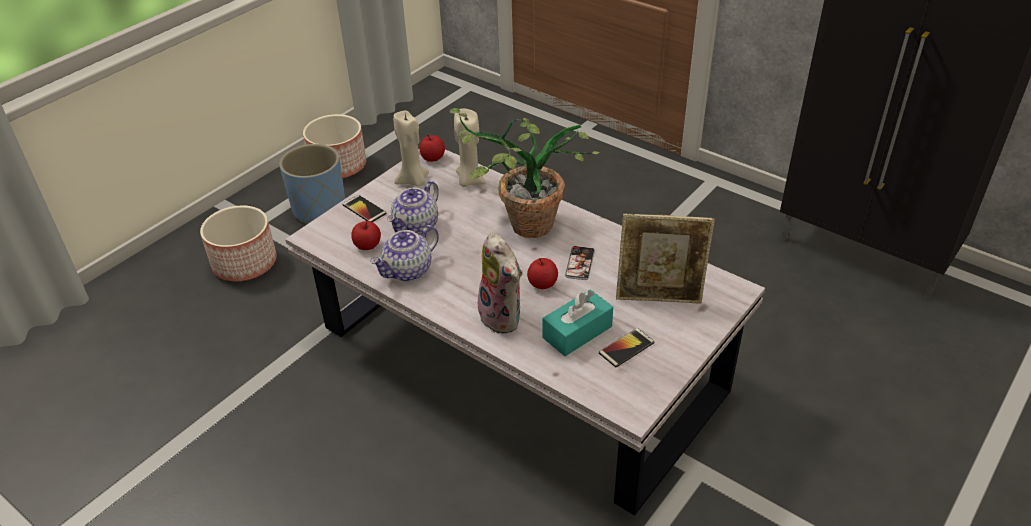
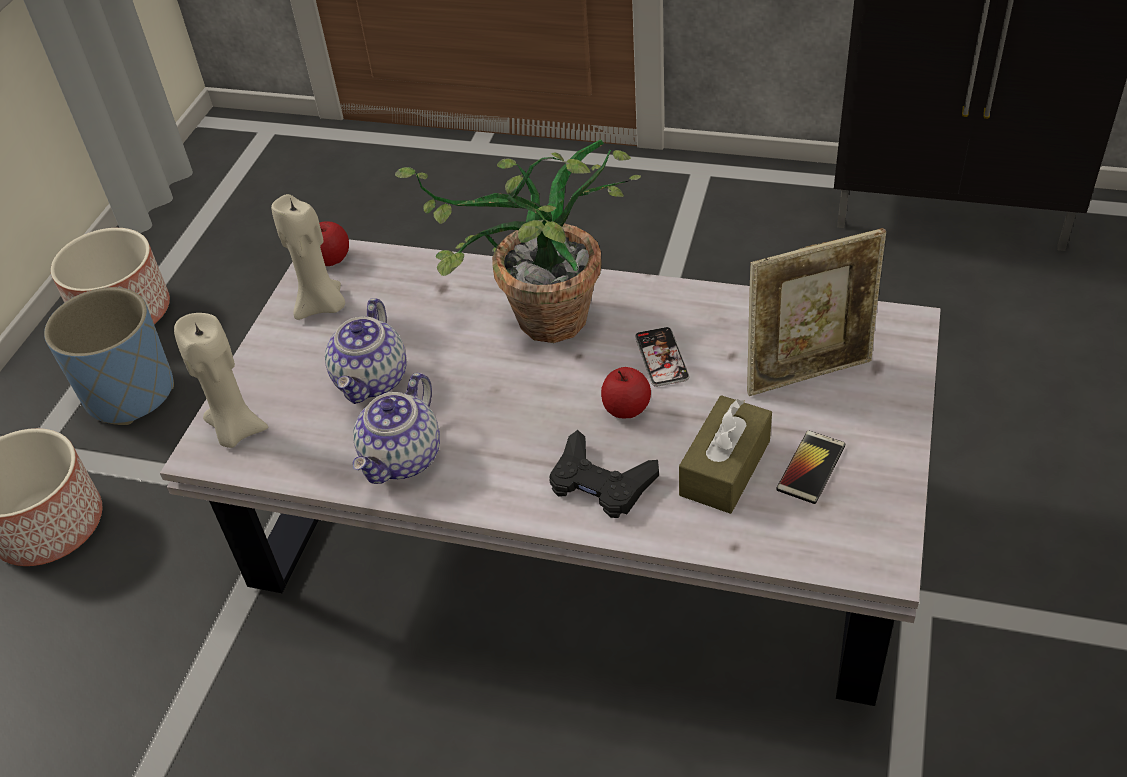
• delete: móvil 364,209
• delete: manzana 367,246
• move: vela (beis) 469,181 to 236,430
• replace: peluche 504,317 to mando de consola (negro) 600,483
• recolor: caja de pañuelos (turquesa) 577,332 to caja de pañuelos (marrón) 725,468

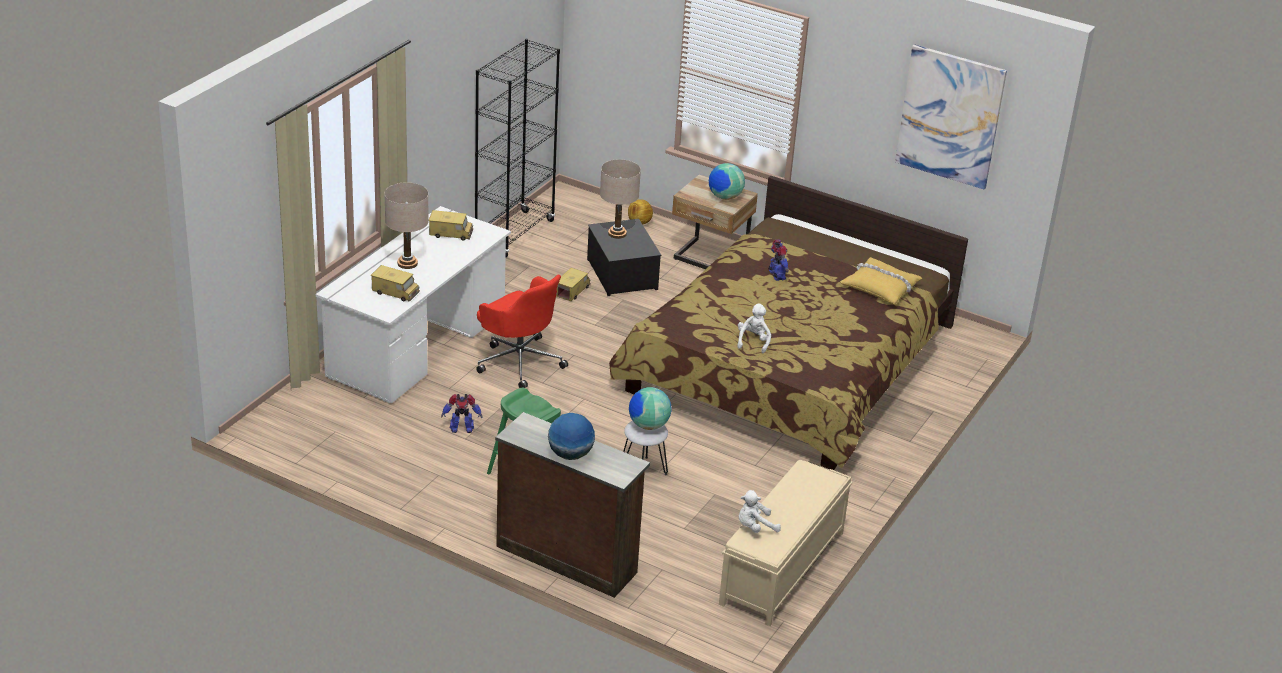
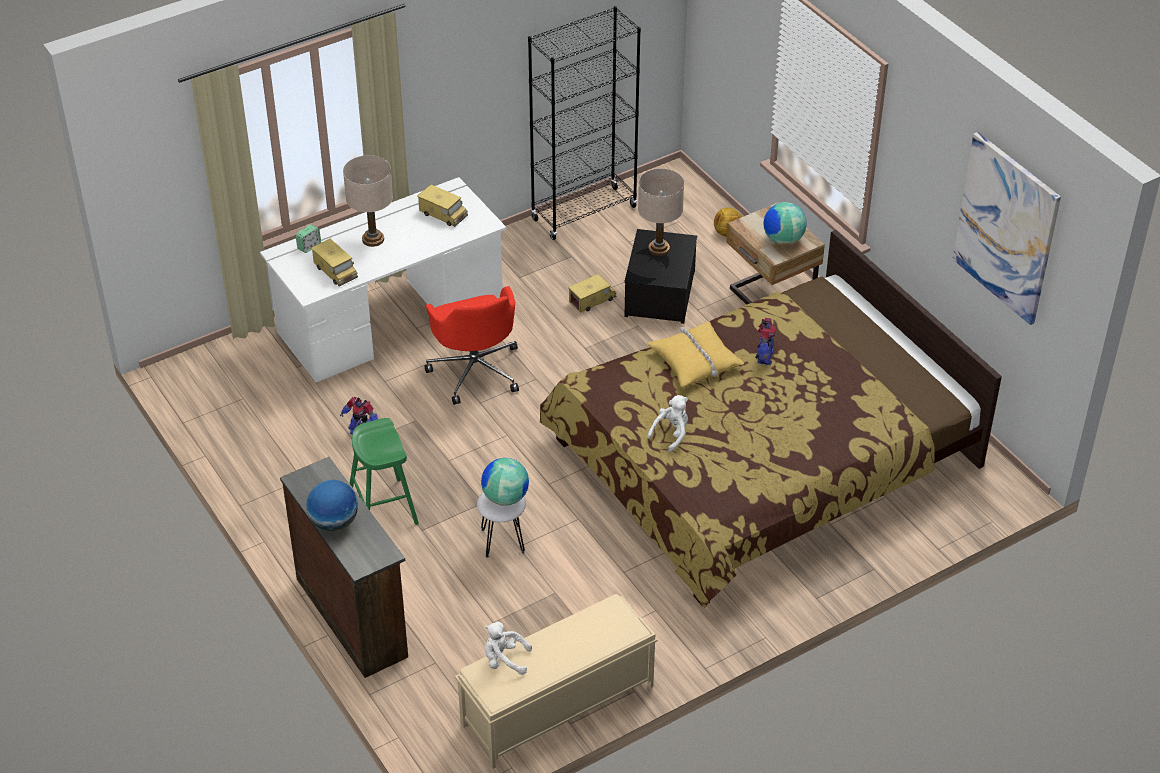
• insert: despertador 309,246
• move: cojín (amarillo) 880,287 to 695,361

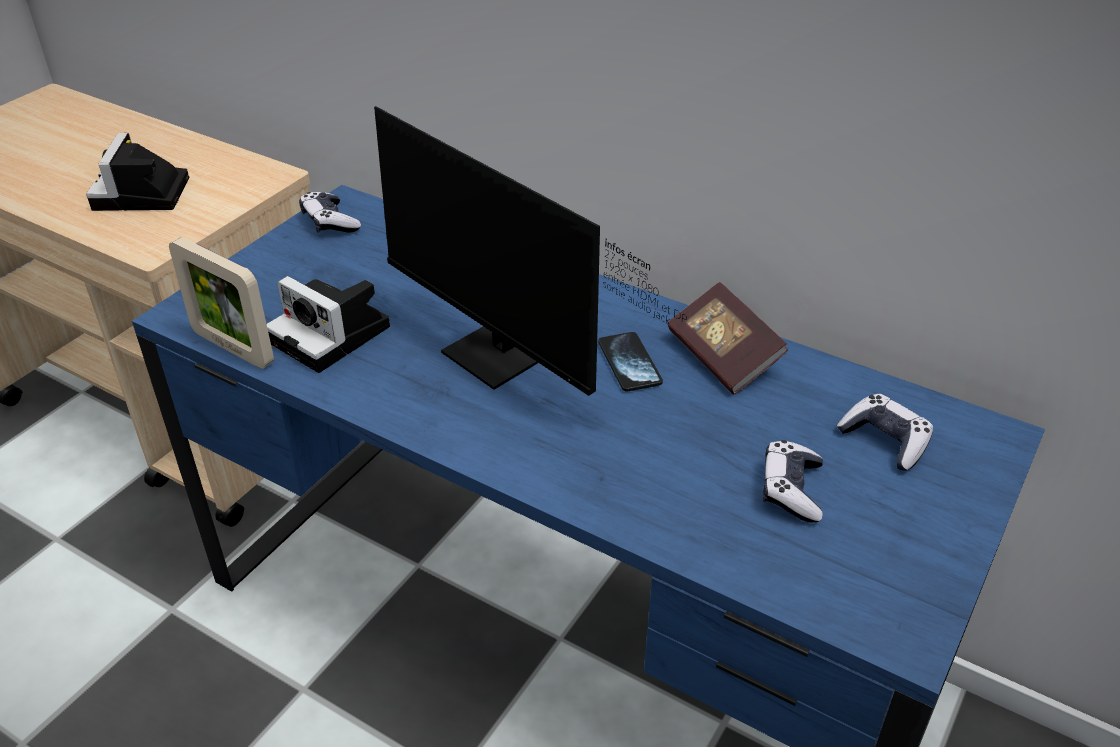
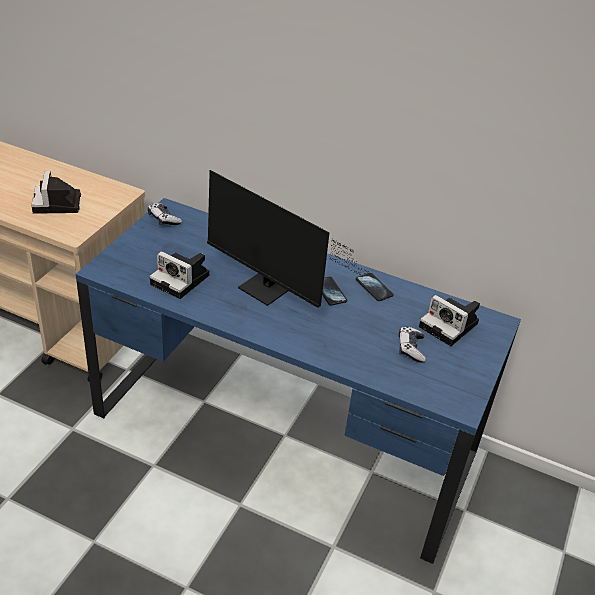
• delete: portarretratos 233,348
• replace: libro 723,356 to móvil 374,288
• replace: mando de consola 885,441 to cámara 450,326

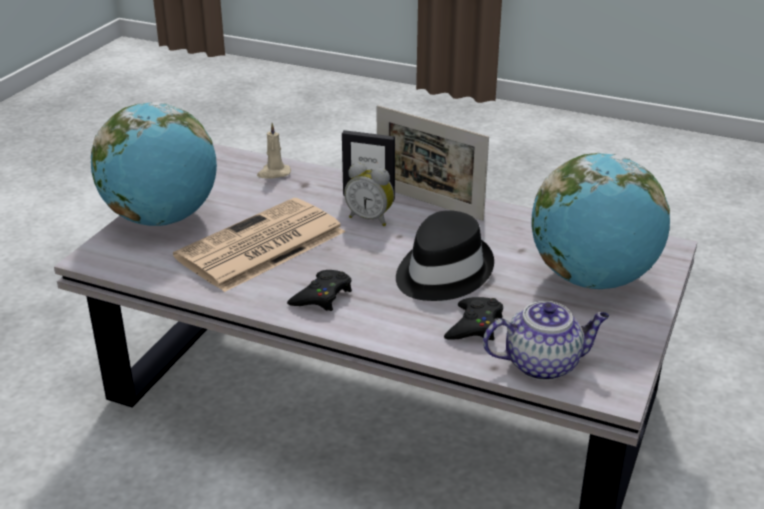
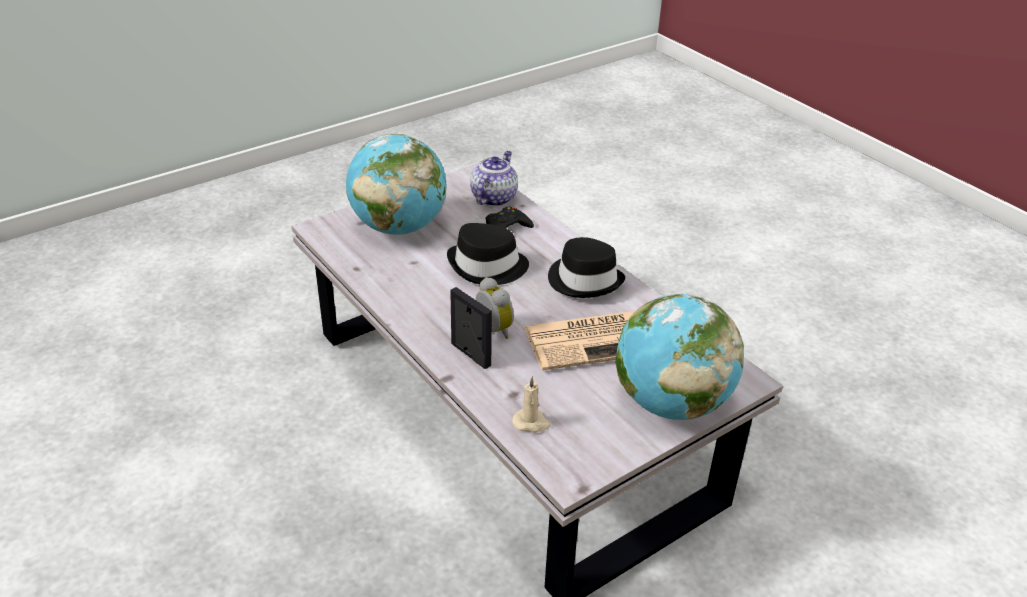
• delete: portarretratos 428,202
• replace: mando de consola (negro) 322,296 to sombrero (negro) 585,280
• rotate: tetera 543,364 = 493,197 90 degrees clockwise

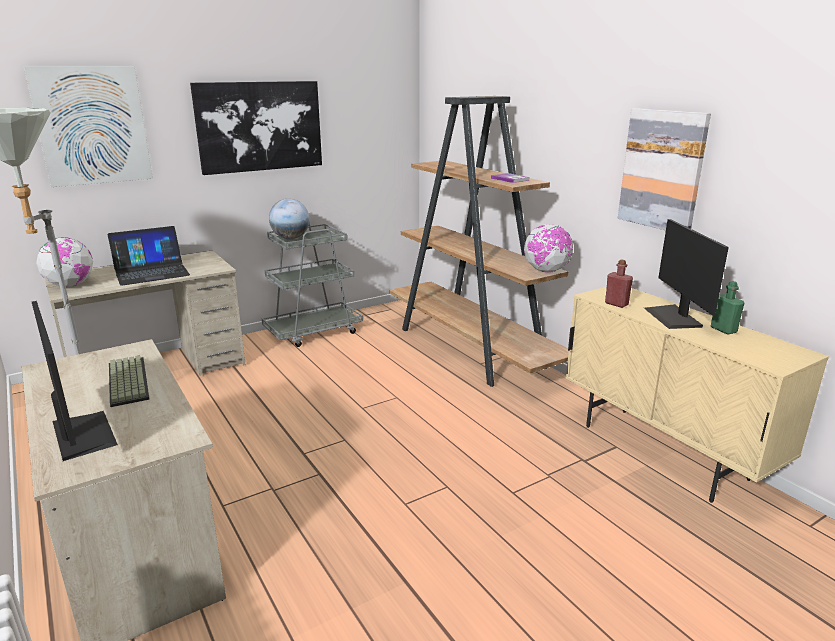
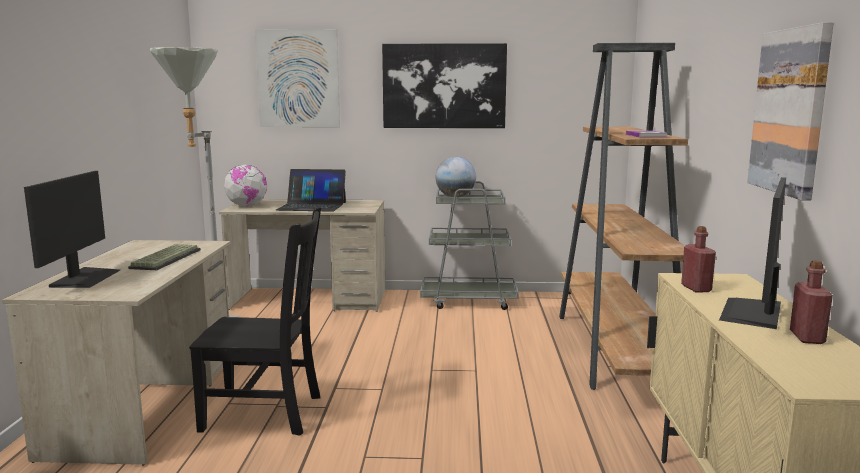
• delete: globo terráqueo 546,271
• insert: silla (negro) 266,413
• recolor: botella (verde) 723,330 to botella (rojo) 807,338

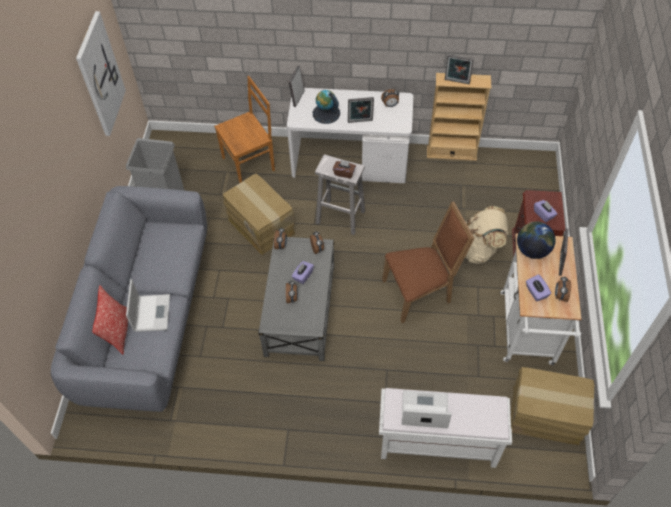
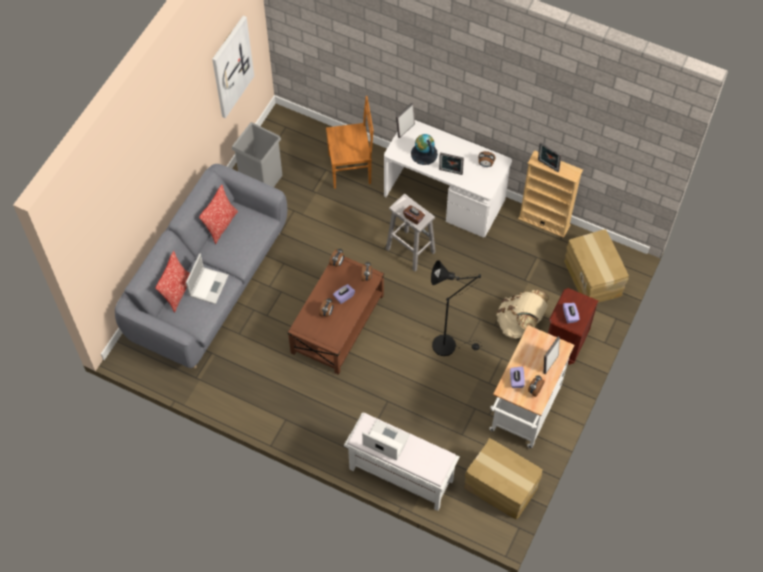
• delete: globo terráqueo 532,250
• insert: cojín 221,225
• move: caja de cartón 262,226 to 593,277
• replace: silla (marrón) 420,292 to lámpara de pie (negro) 448,345
• recolor: mesa de centro (gris) 300,310 to mesa de centro (marrón) 337,324

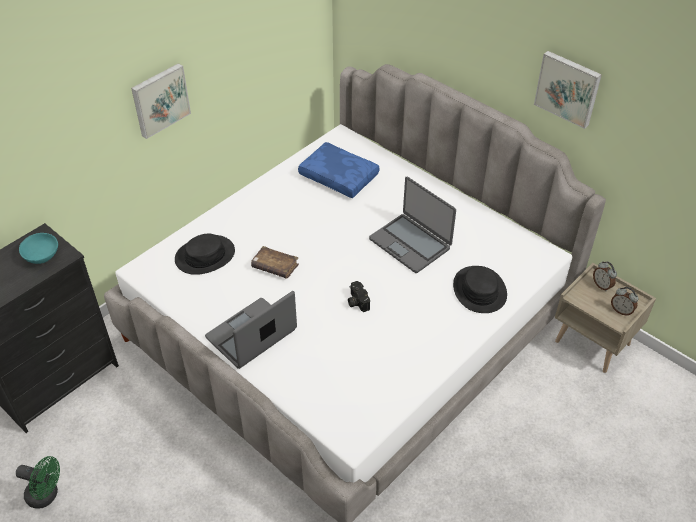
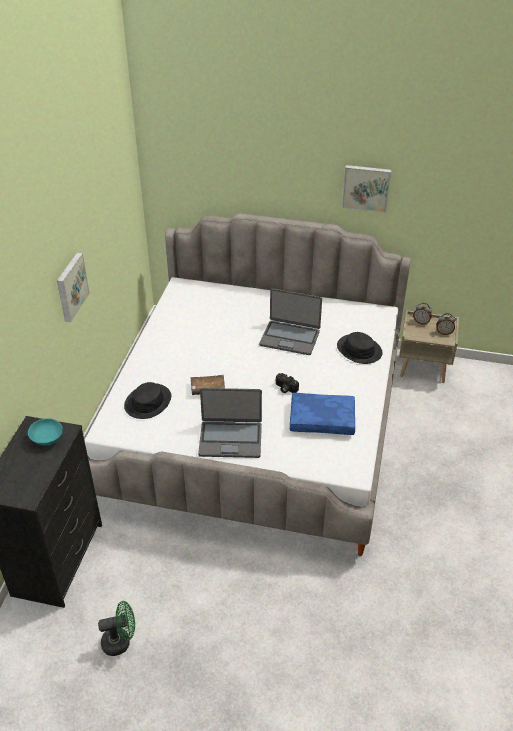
• move: cojín (azul) 340,176 to 322,419
• rotate: portátil 252,335 = 230,439 105 degrees counterclockwise

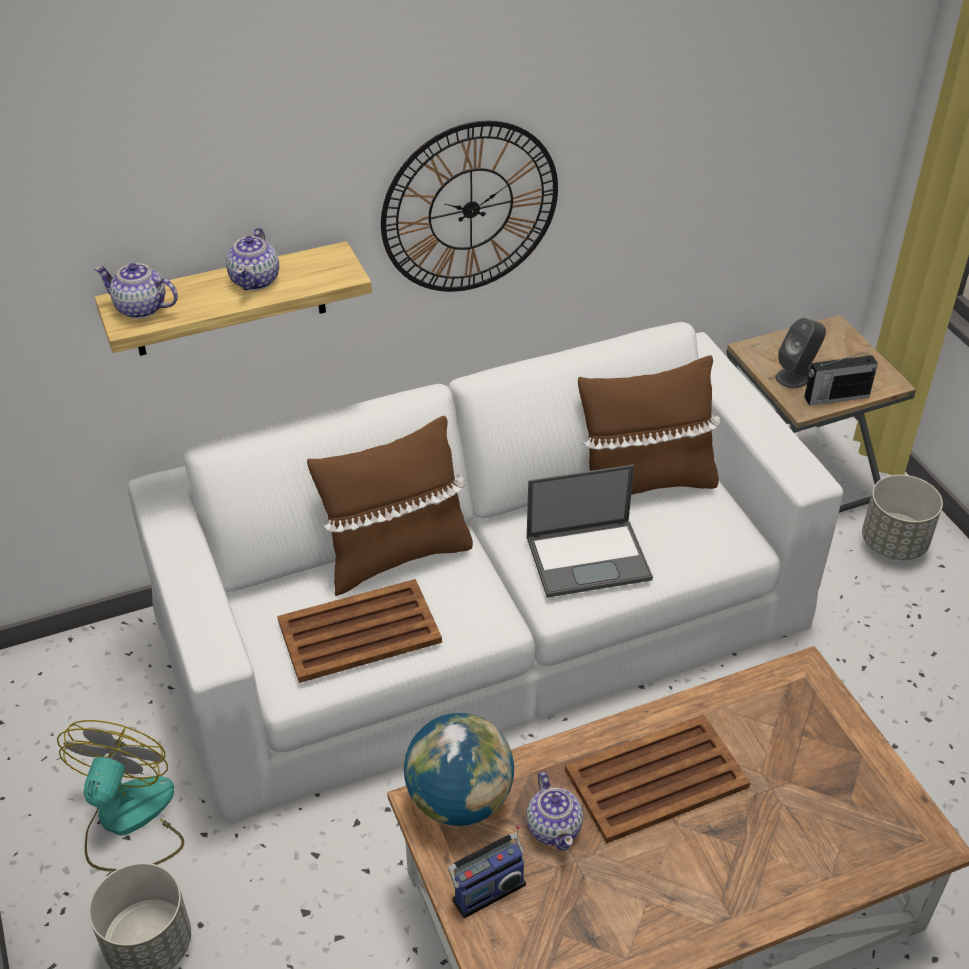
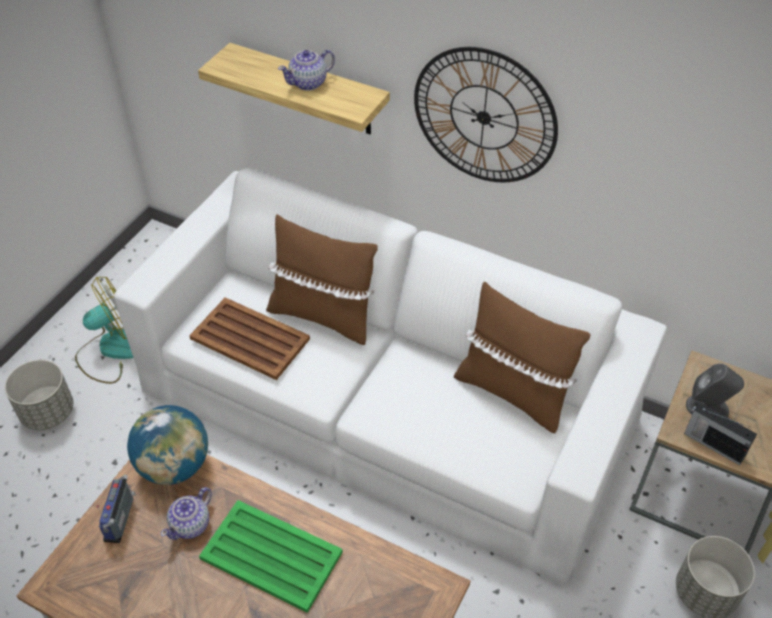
• delete: tetera 141,308
• delete: portátil 589,557
• recolor: bandeja (marrón) 654,779 to bandeja (verde) 270,554
• rotate: radio 486,889 = 122,519 75 degrees clockwise

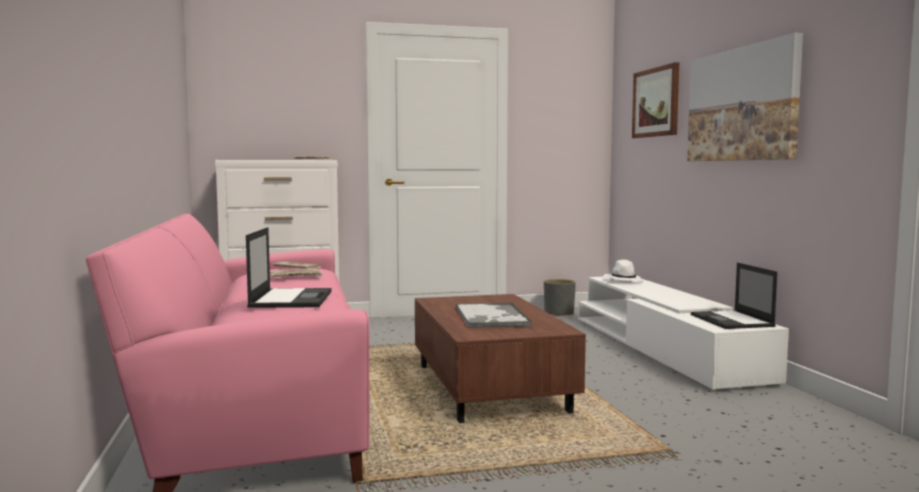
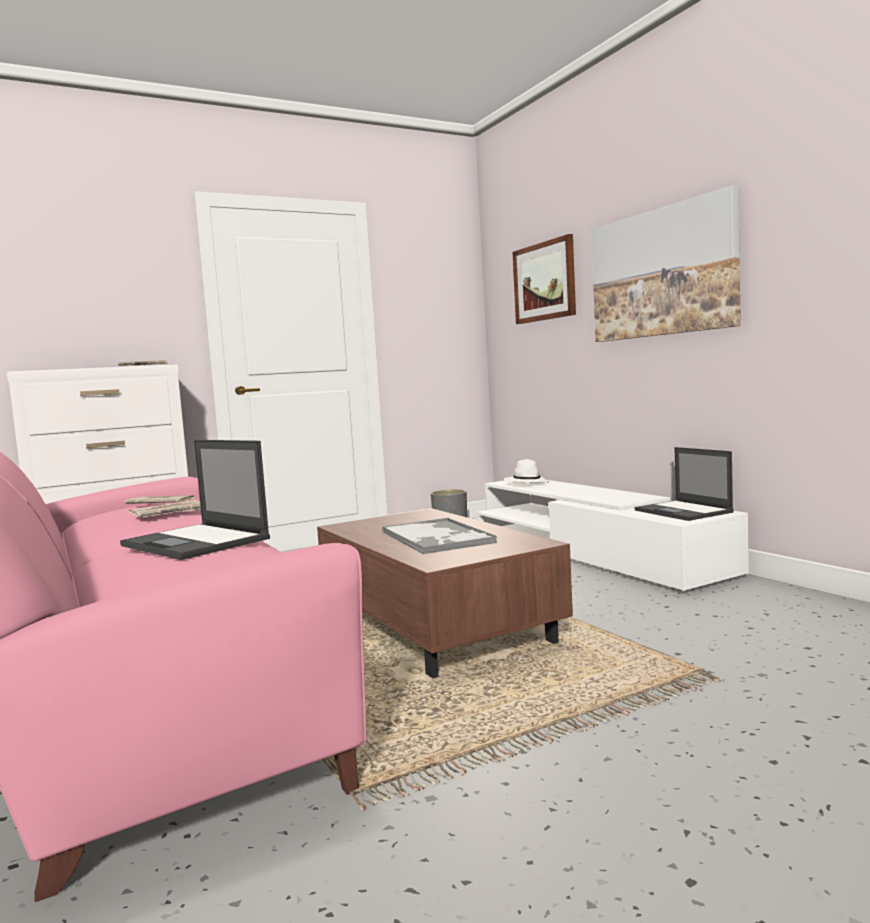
• rotate: portátil 291,299 = 196,542 150 degrees clockwise

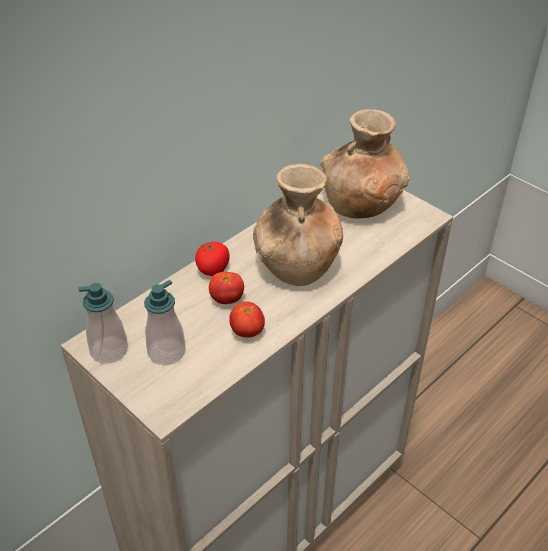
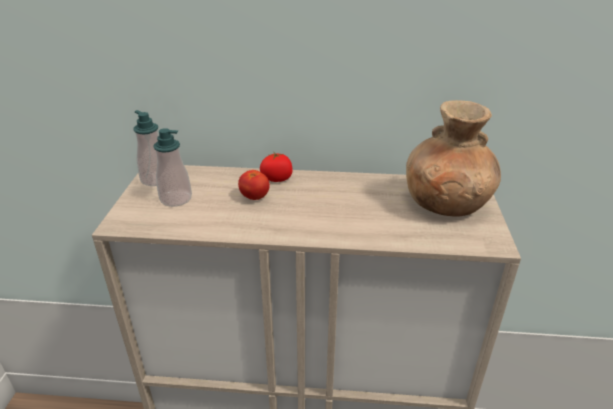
• delete: tomate 247,332
• delete: florero (marrón) 297,265

